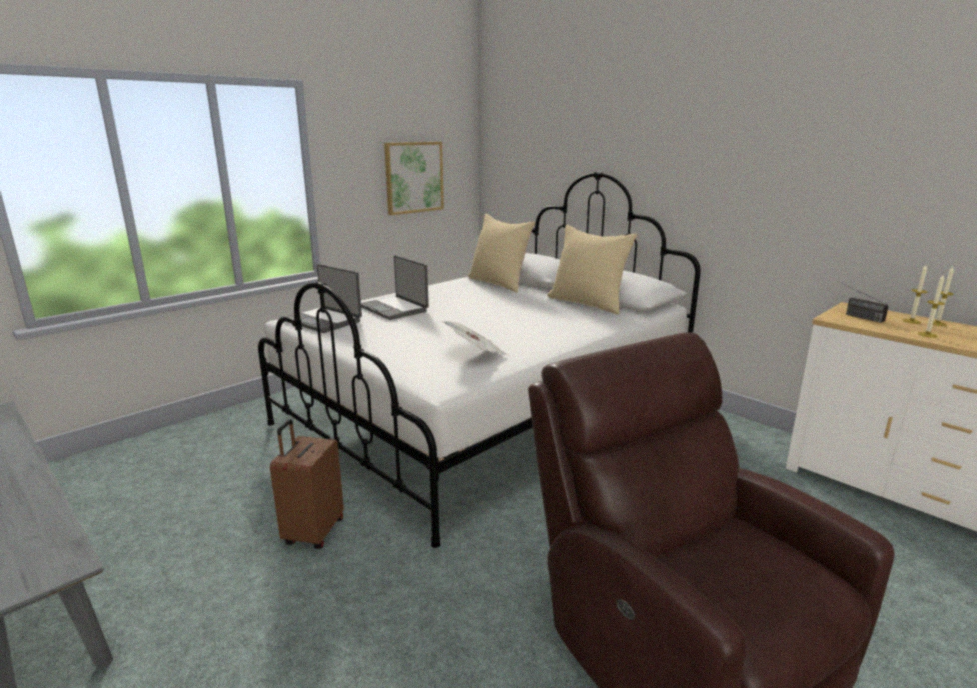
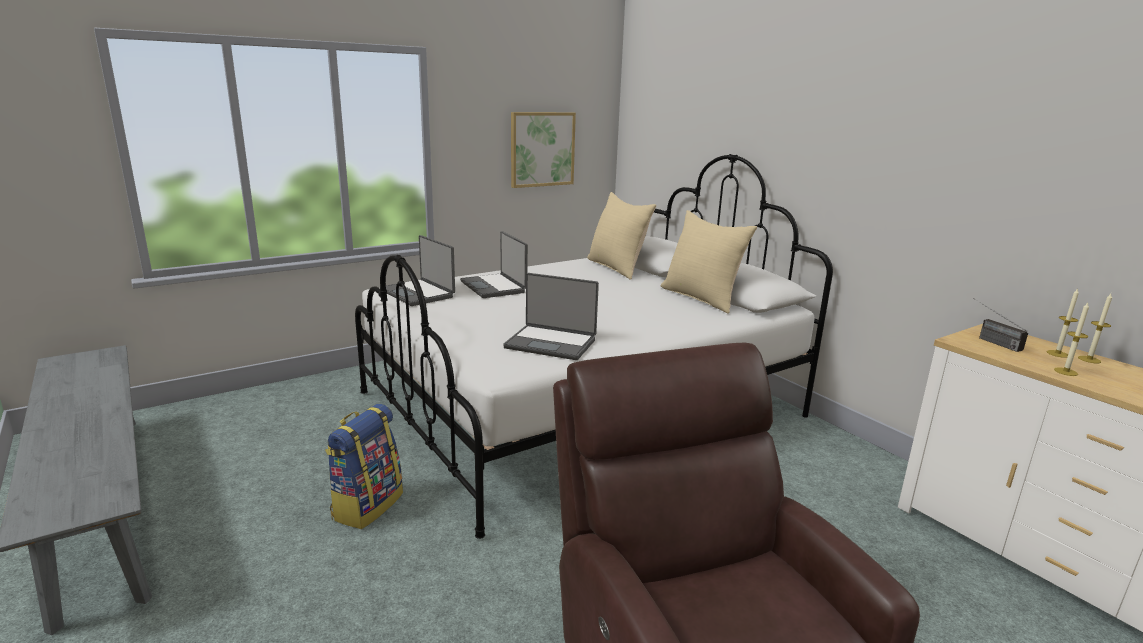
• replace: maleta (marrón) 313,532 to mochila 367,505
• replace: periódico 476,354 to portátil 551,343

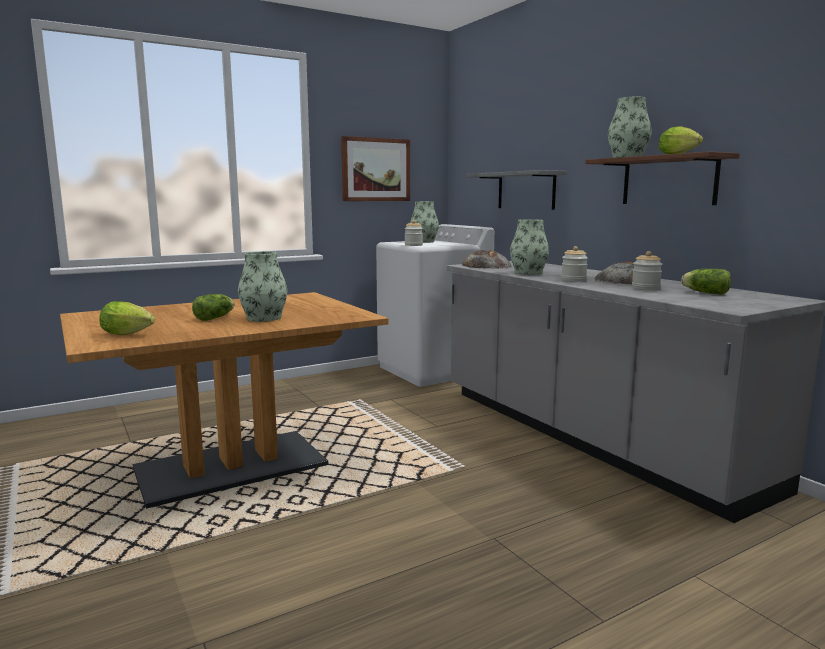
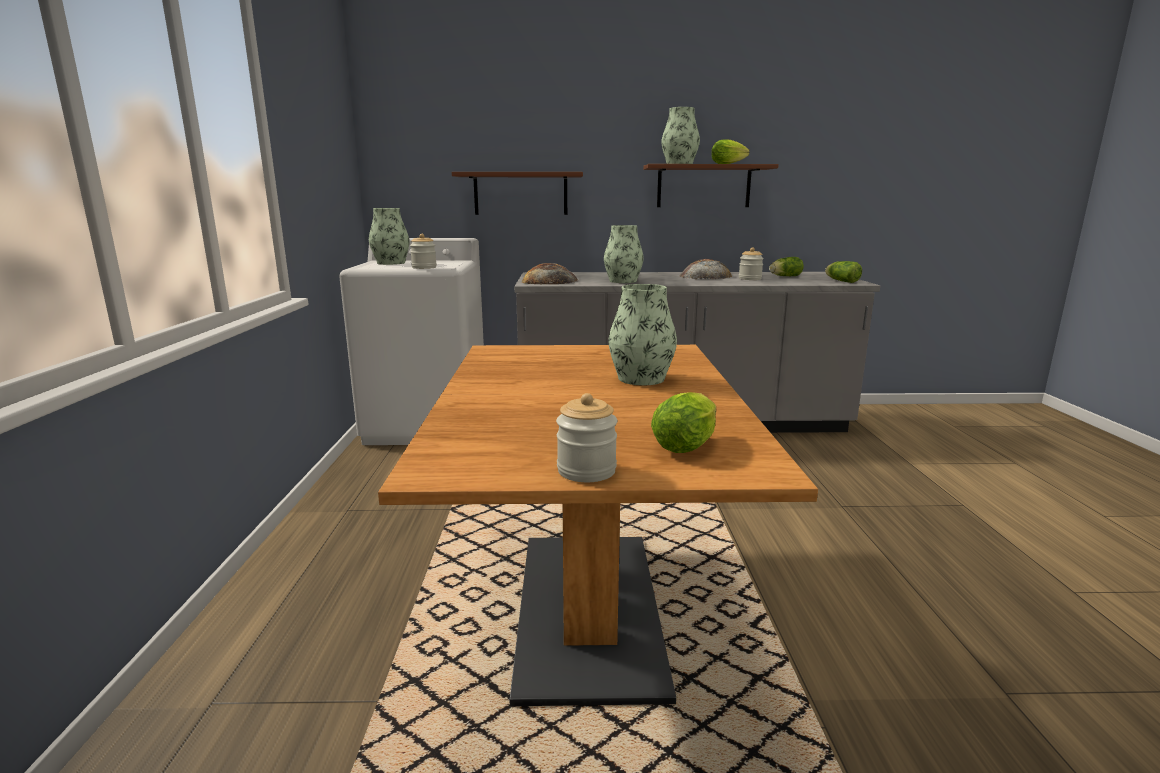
• delete: cuadro 375,169
• move: lechuga 216,318 to 841,281
• move: tarro 573,280 to 586,470
• recolor: estante (gris) 526,191 to estante (marrón) 520,194

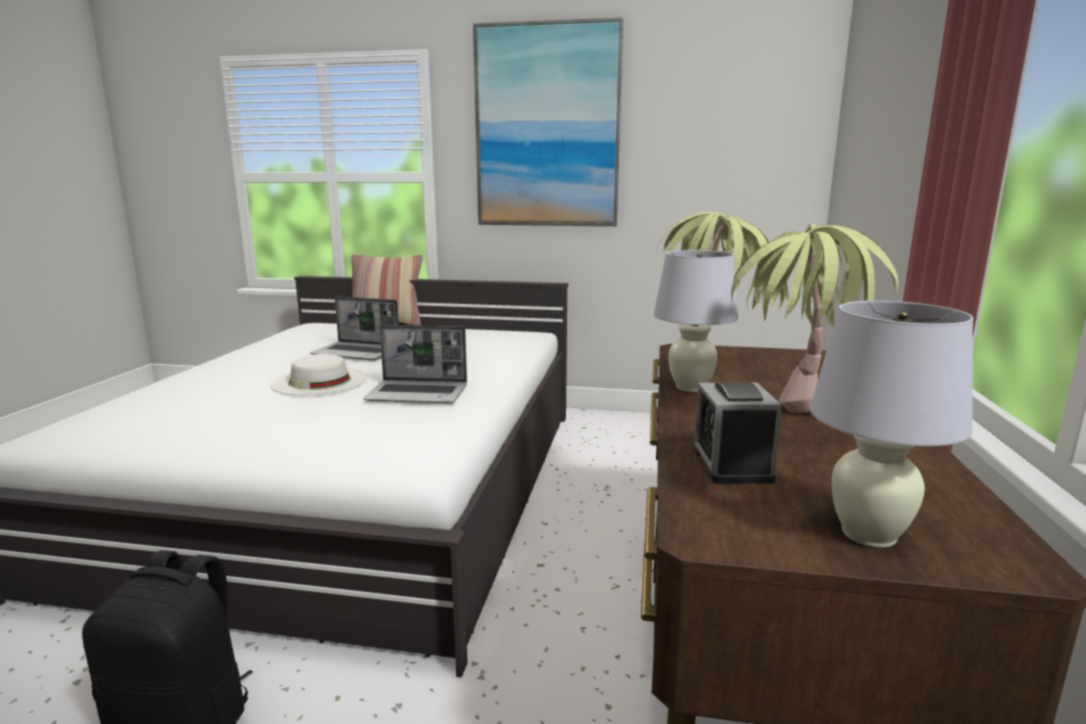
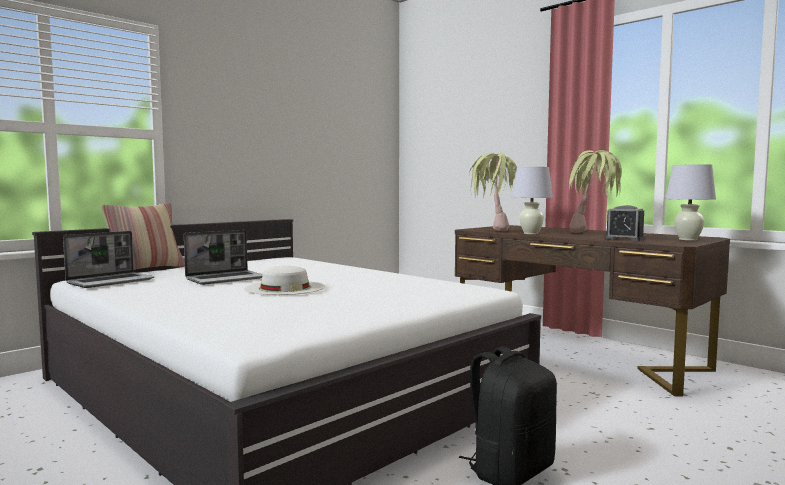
• delete: cuadro 547,127
• move: portátil 419,394 to 111,281

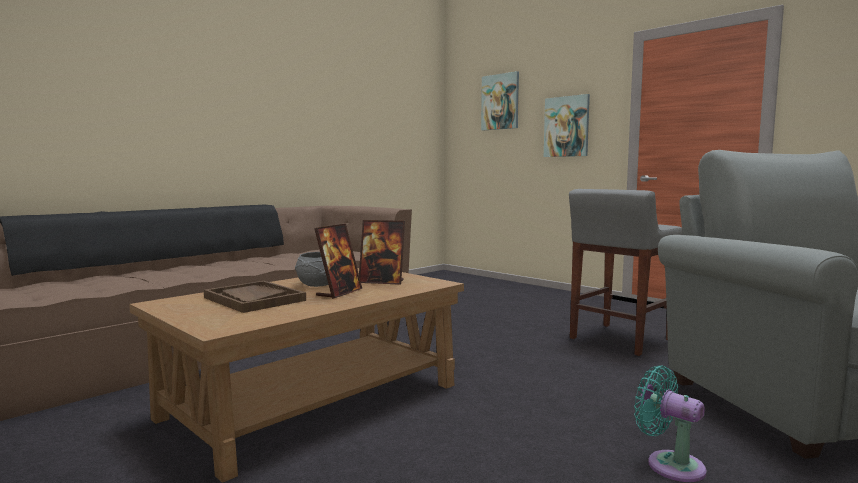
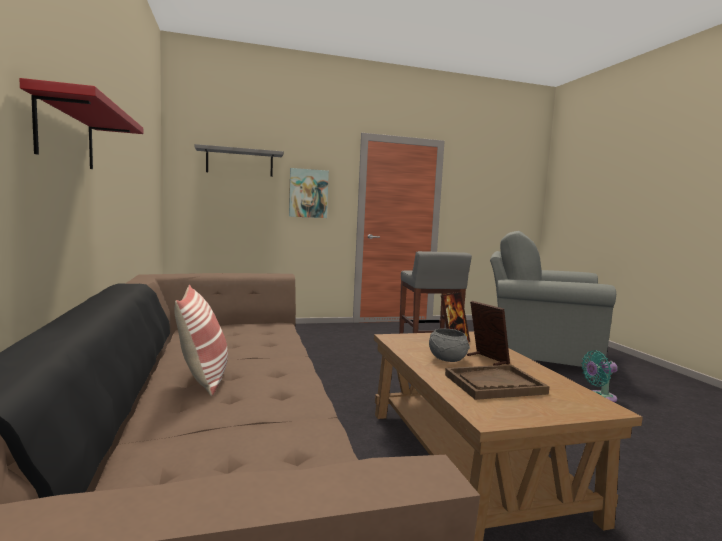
• insert: estante (rojo) 66,134
• insert: cojín 203,378
• replace: cuadro 500,102 to estante (gris) 240,162

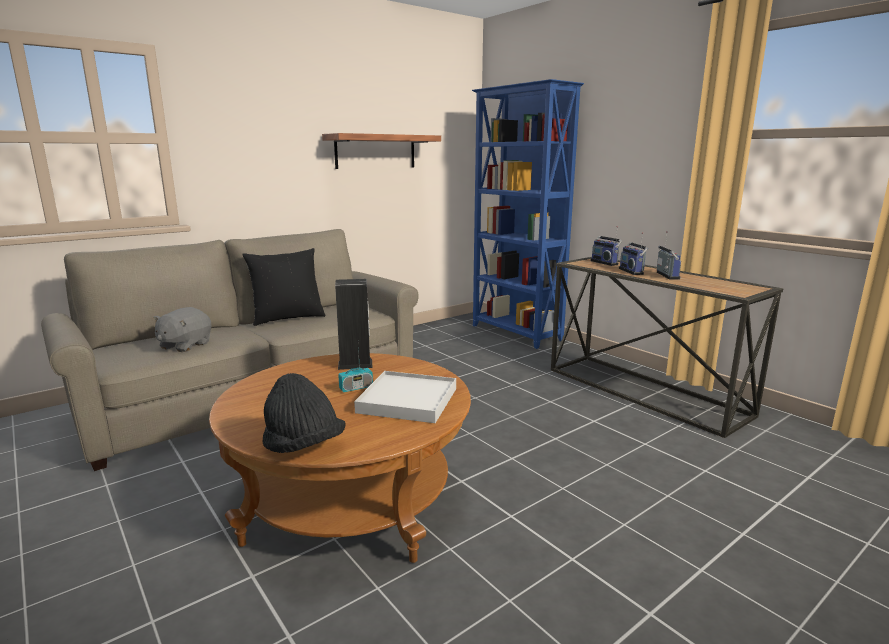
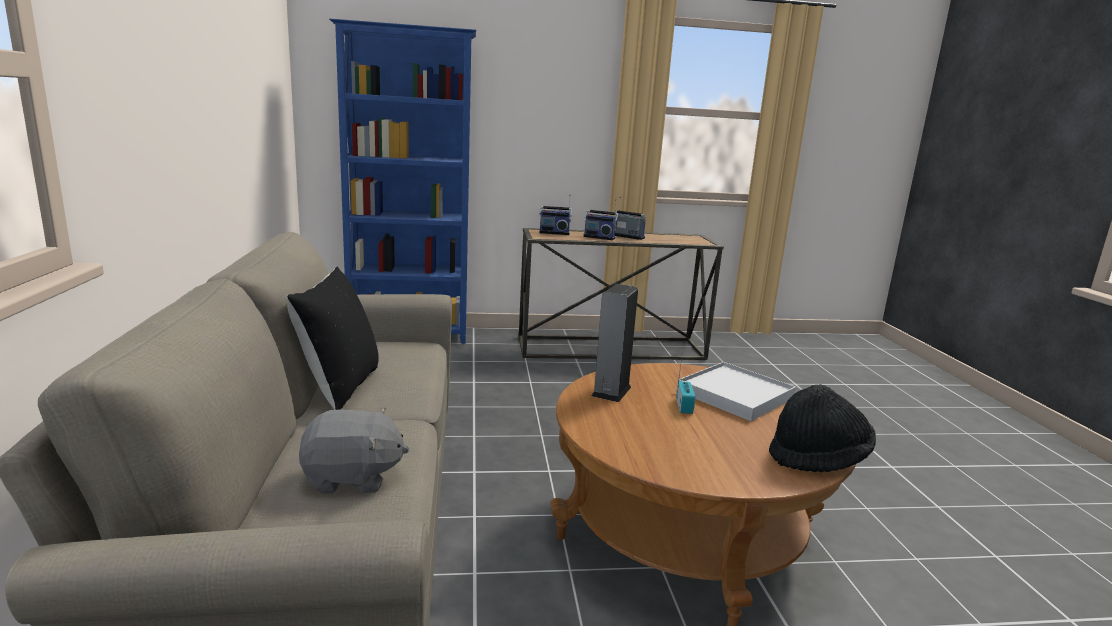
• delete: estante 375,151
• rotate: peluche (gris) 184,345 = 352,478 60 degrees counterclockwise

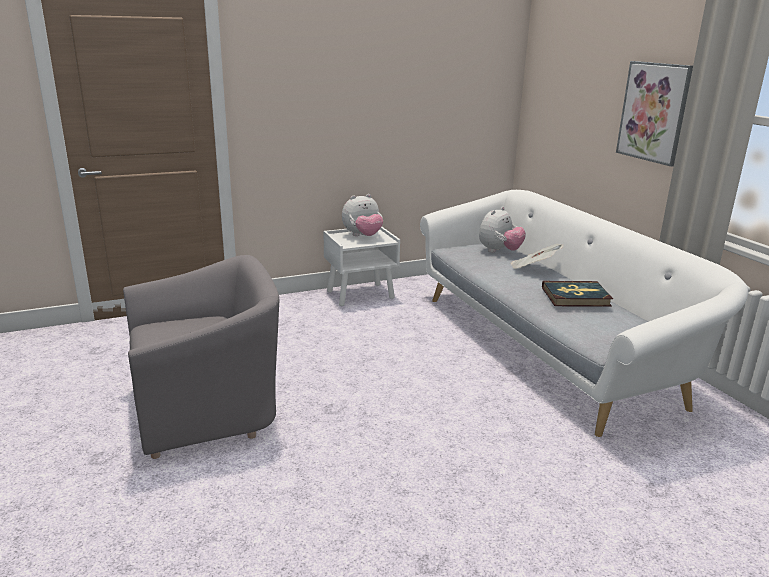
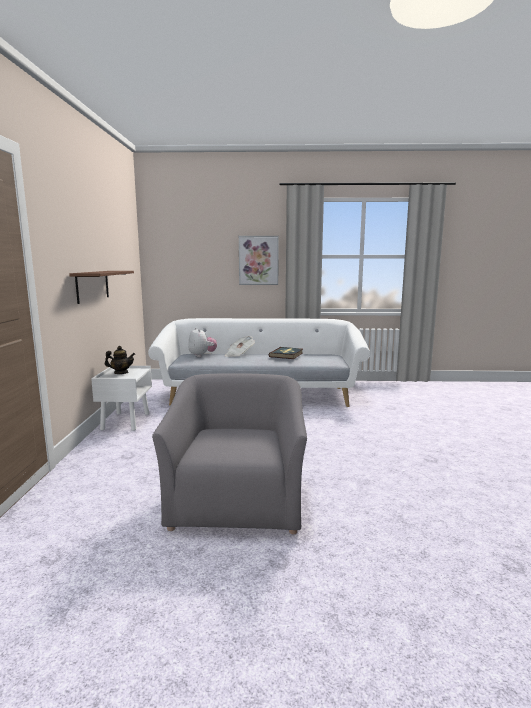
• insert: estante (marrón) 92,286
• replace: peluche 362,236 to tetera 121,373

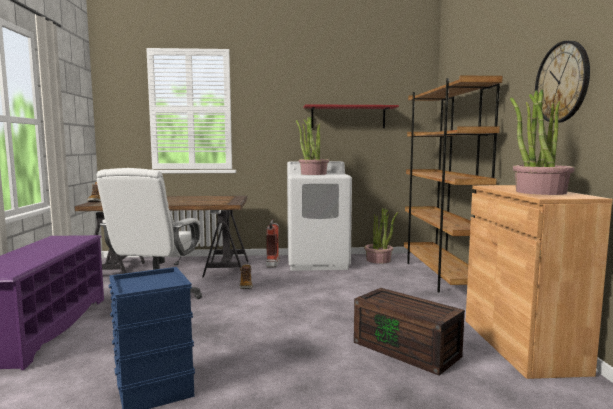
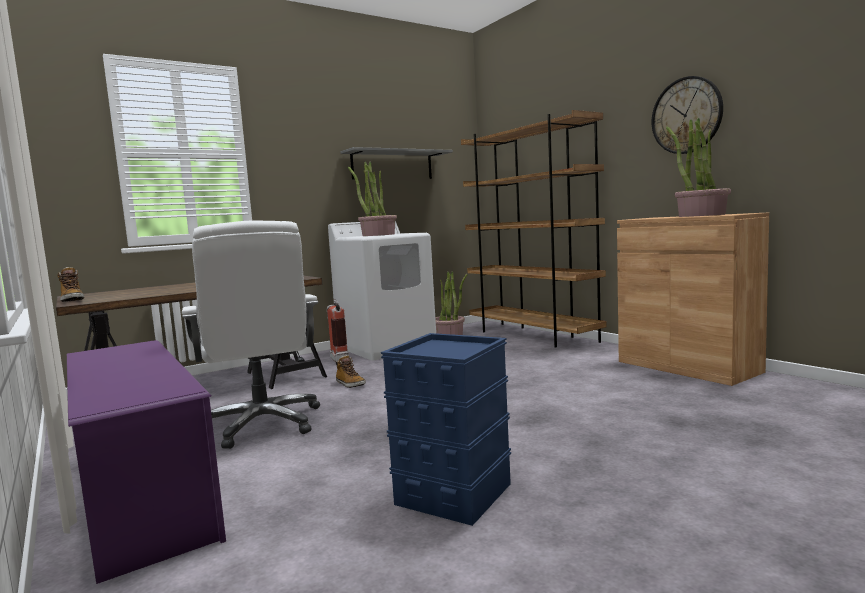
• delete: caja de almacenaje (marrón) 408,349
• recolor: estante (rojo) 348,117 to estante (gris) 392,165

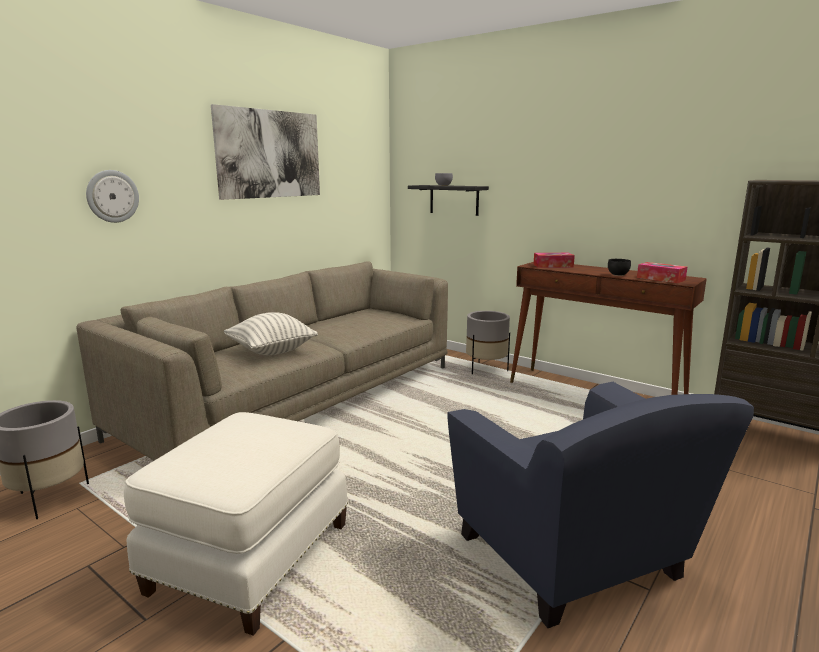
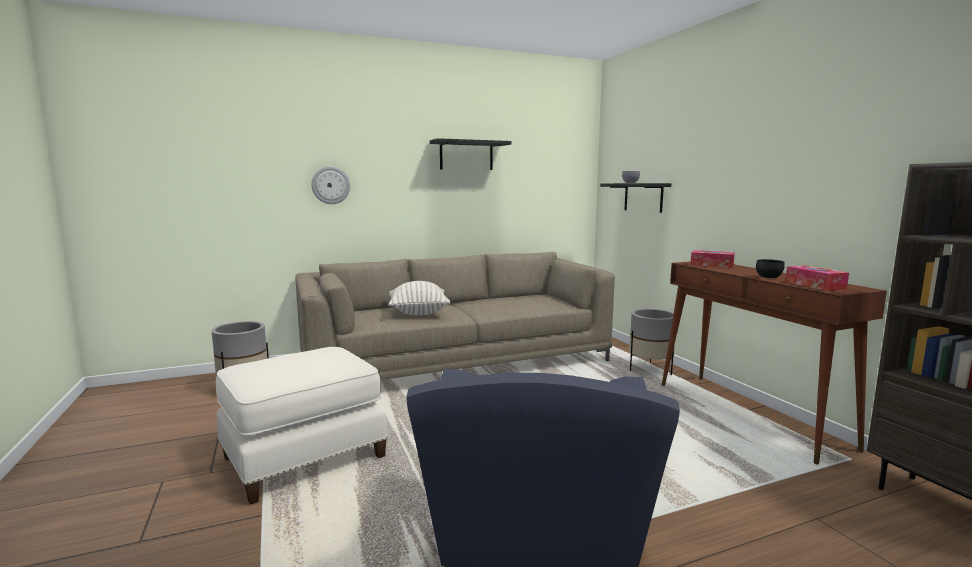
• replace: cuadro 269,154 to estante (negro) 466,155

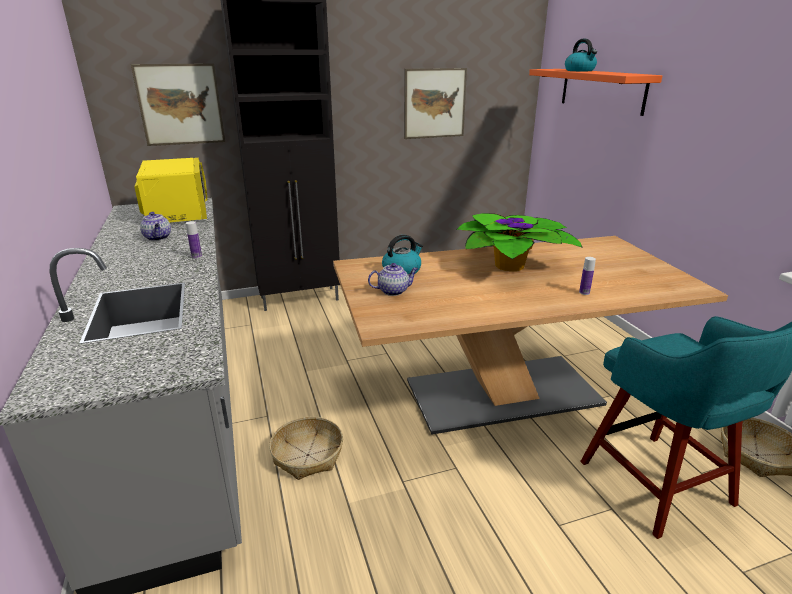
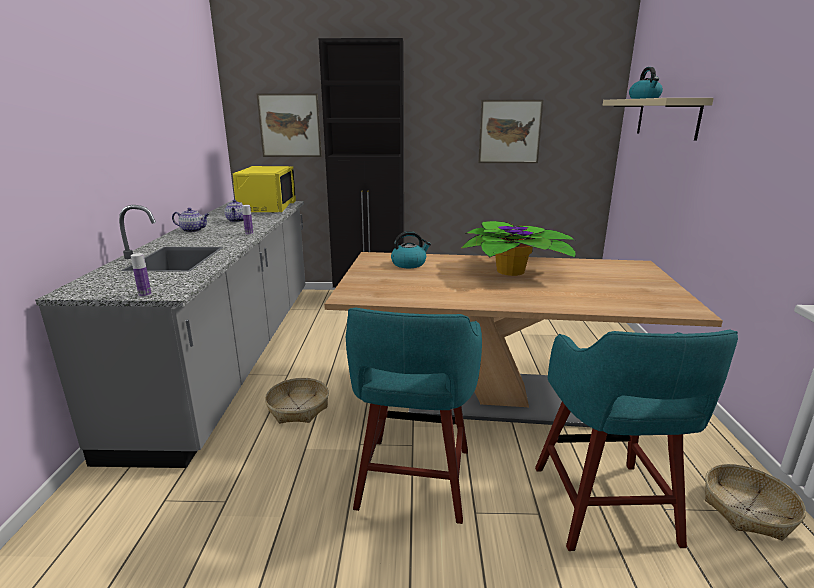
• insert: taburete (turquesa) 413,481
• move: tetera 393,291 to 193,230
• move: botella 584,292 to 145,295
• recolor: estante (naranja) 601,90 to estante (beis) 667,117

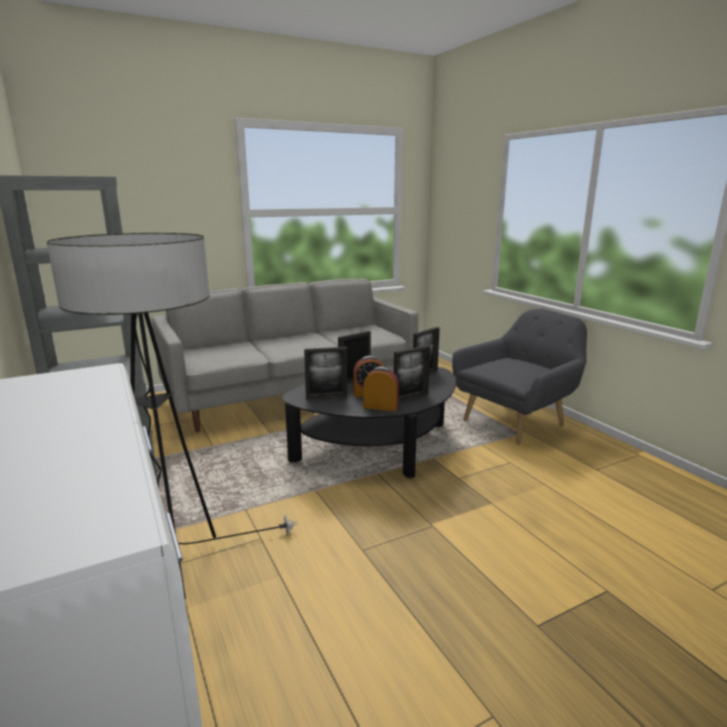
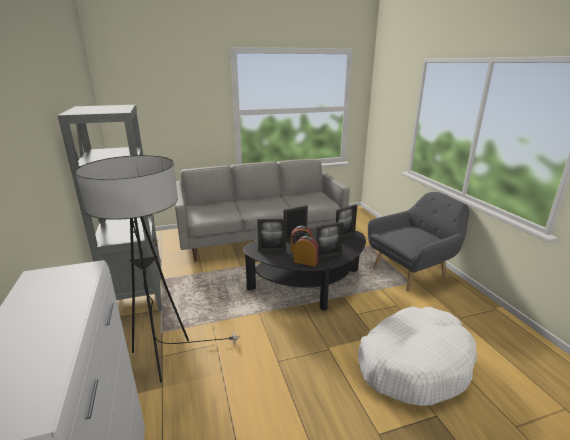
• insert: cama para perro (blanco) 413,363

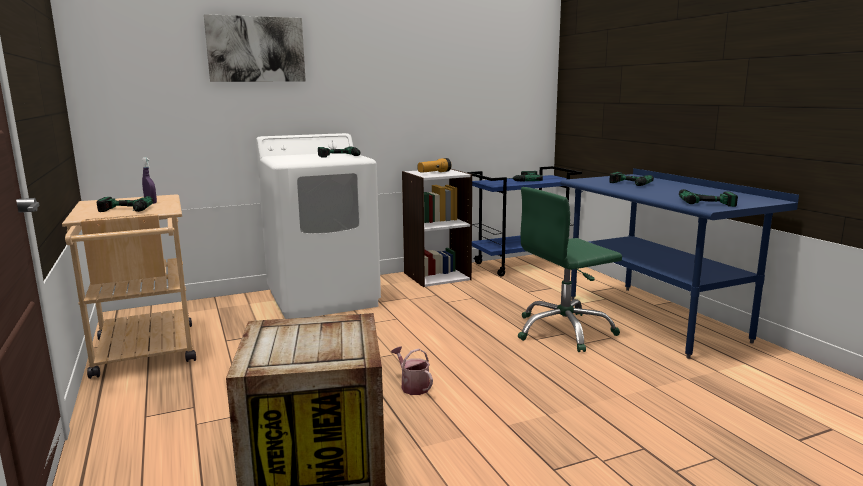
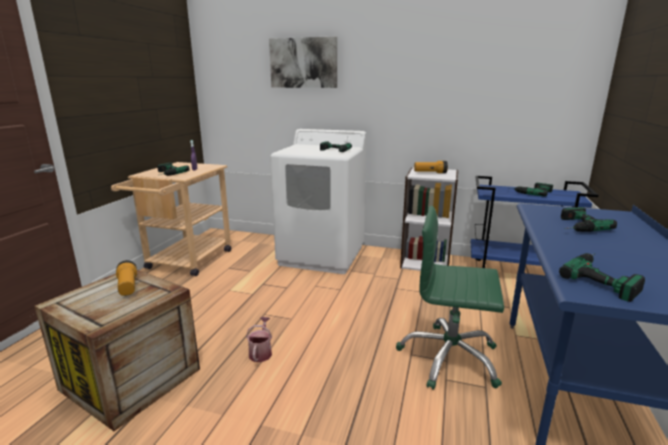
• insert: linterna 128,286

